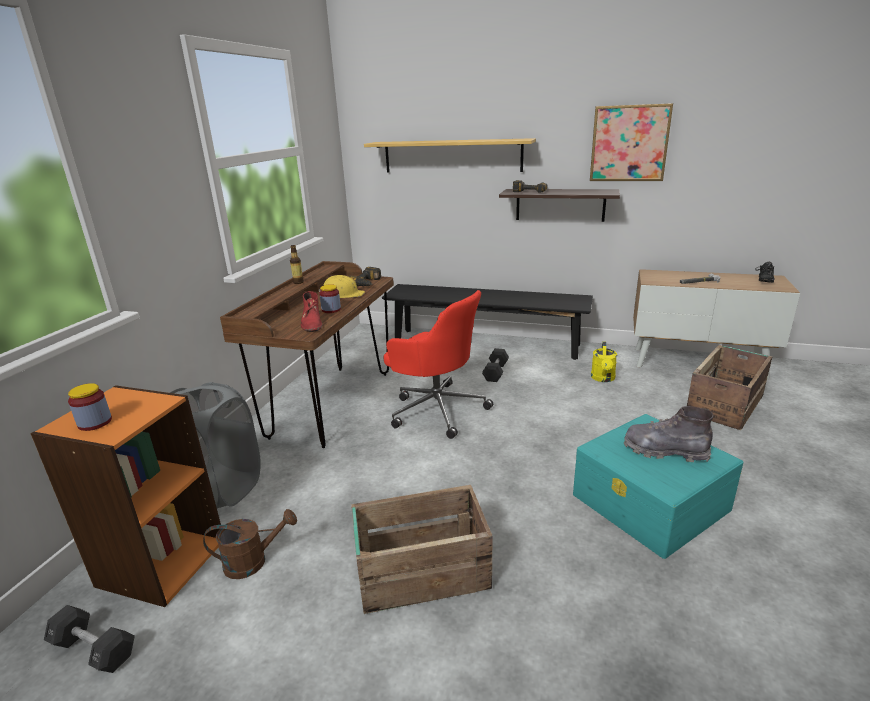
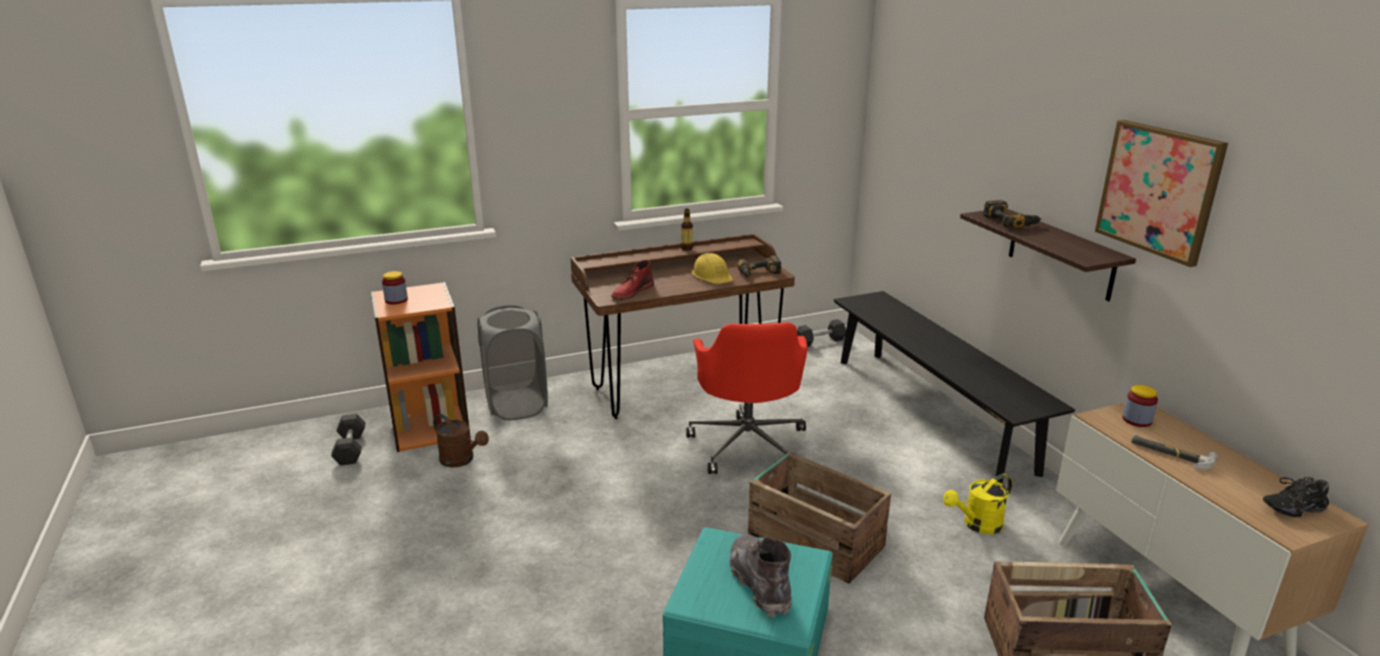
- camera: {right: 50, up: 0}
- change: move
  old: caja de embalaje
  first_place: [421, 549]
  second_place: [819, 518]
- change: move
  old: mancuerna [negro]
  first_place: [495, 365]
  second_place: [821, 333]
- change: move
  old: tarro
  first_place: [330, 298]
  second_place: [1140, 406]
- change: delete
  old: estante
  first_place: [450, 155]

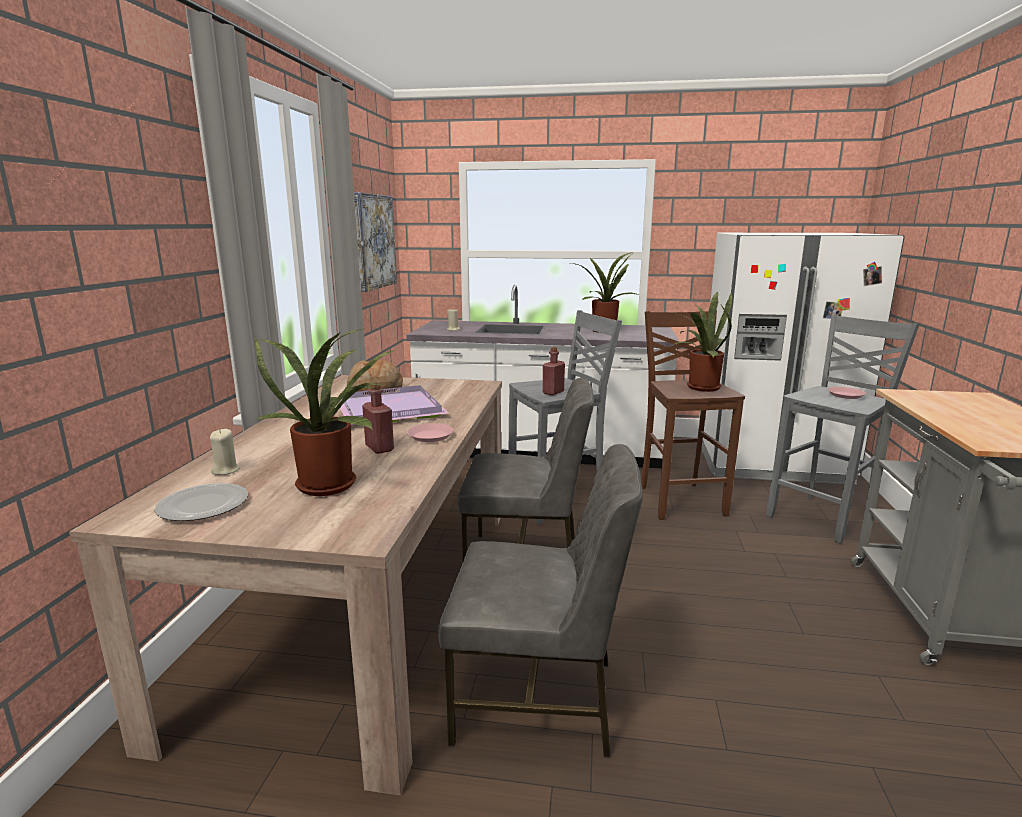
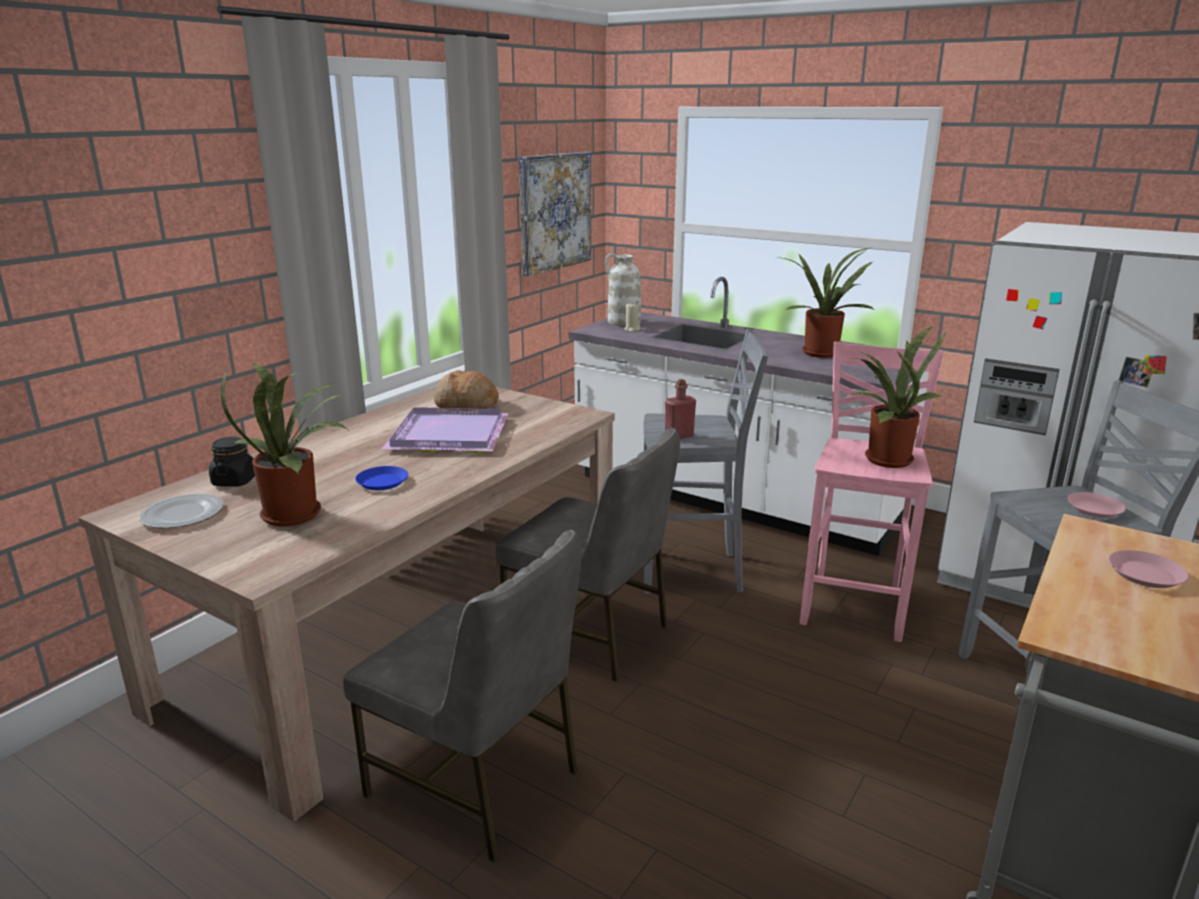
- camera: {right: 25, up: 5}
- change: replace
  old: vela [beis]
  new: tarro [negro]
  first_place: [225, 452]
  second_place: [232, 462]
- change: replace
  old: botella [rojo]
  new: plato [azul]
  first_place: [378, 418]
  second_place: [381, 478]
- change: insert
  new: florero [blanco]
  second_place: [623, 289]
- change: recolor
  old: taburete [marrón]
  new: taburete [rosa]
  first_place: [693, 415]
  second_place: [872, 492]
- change: move
  old: plato [rosa]
  first_place: [430, 432]
  second_place: [1148, 569]

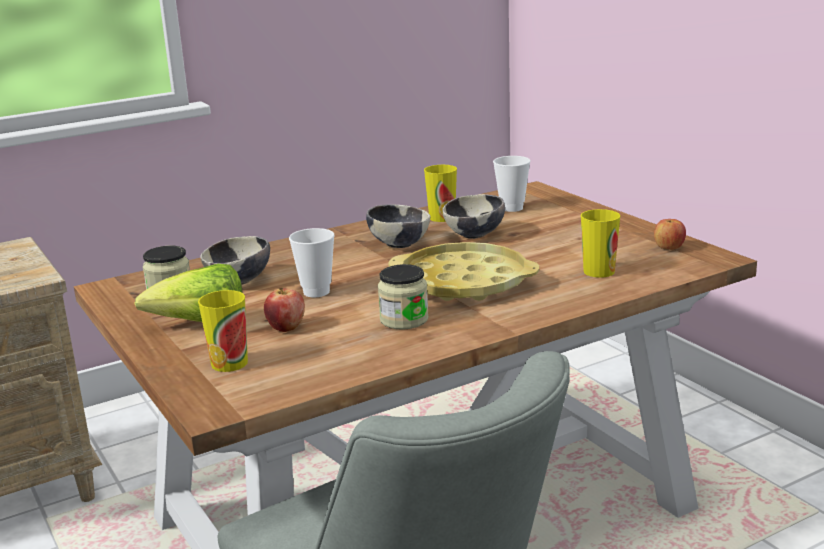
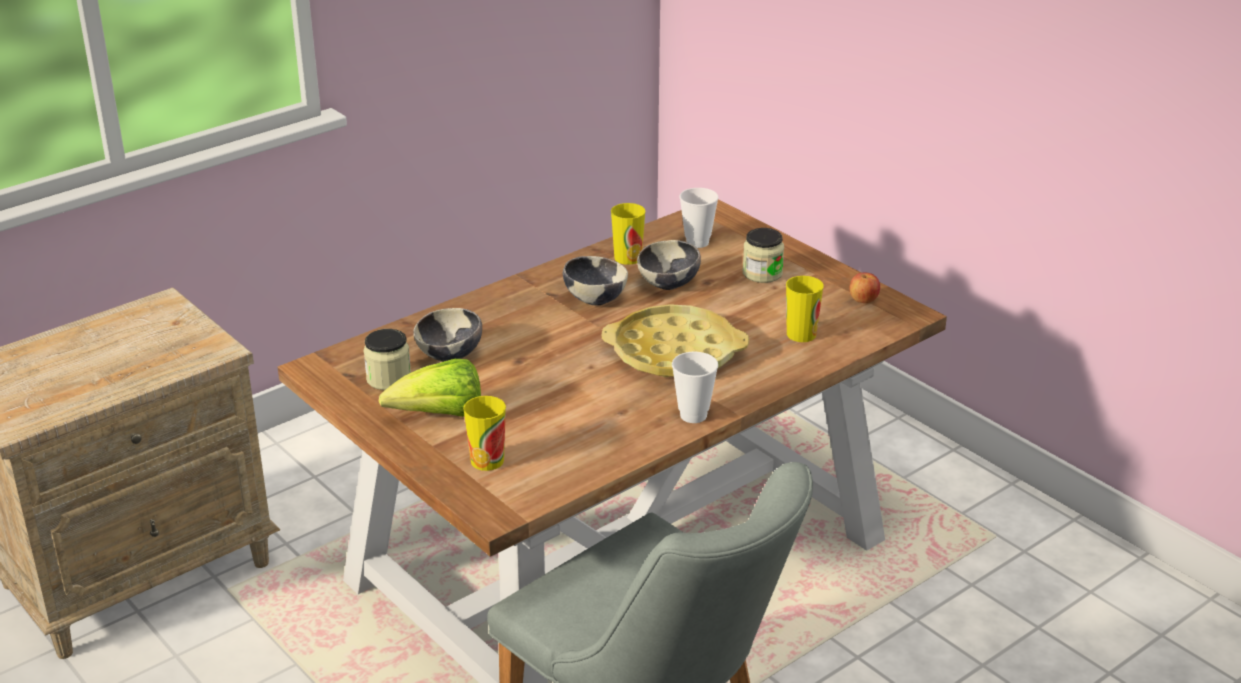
- camera: {right: -10, up: 10}
- change: move
  old: taza
  first_place: [312, 262]
  second_place: [695, 387]
- change: move
  old: tarro
  first_place: [403, 297]
  second_place: [763, 255]
- change: delete
  old: manzana
  first_place: [284, 310]

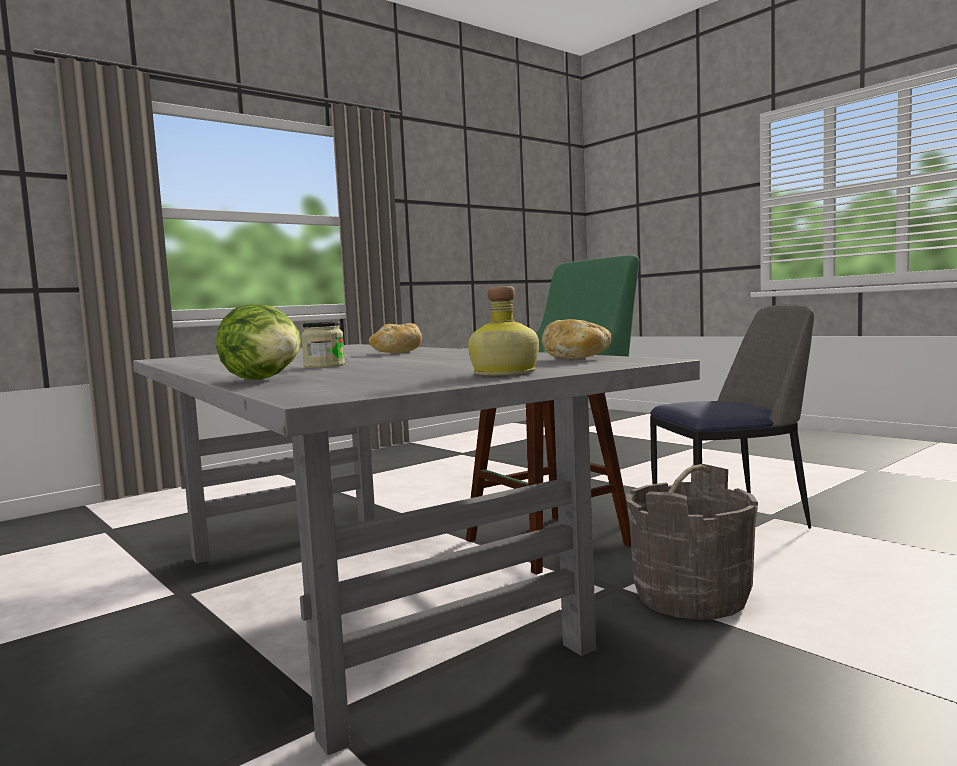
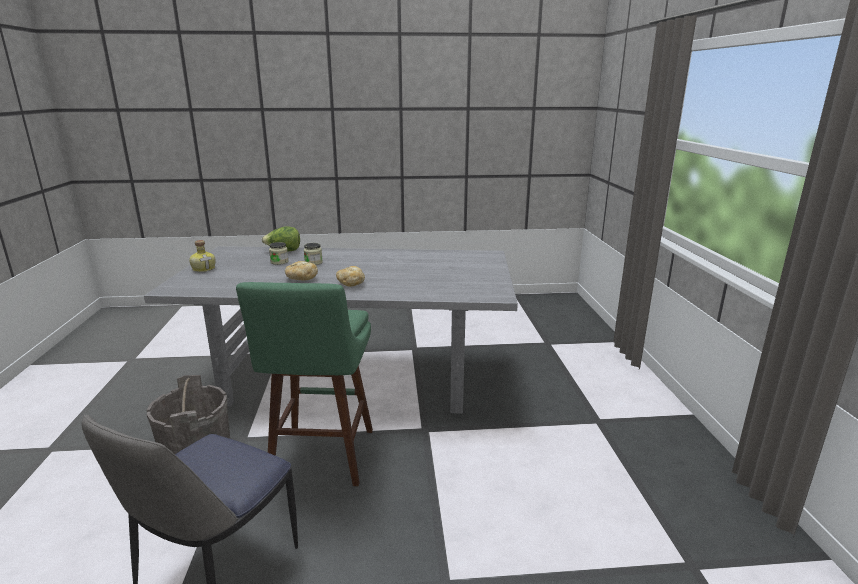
- camera: {right: 125, up: 15}
- change: insert
  new: tarro
  second_place: [279, 253]
- change: move
  old: pan
  first_place: [577, 339]
  second_place: [301, 270]

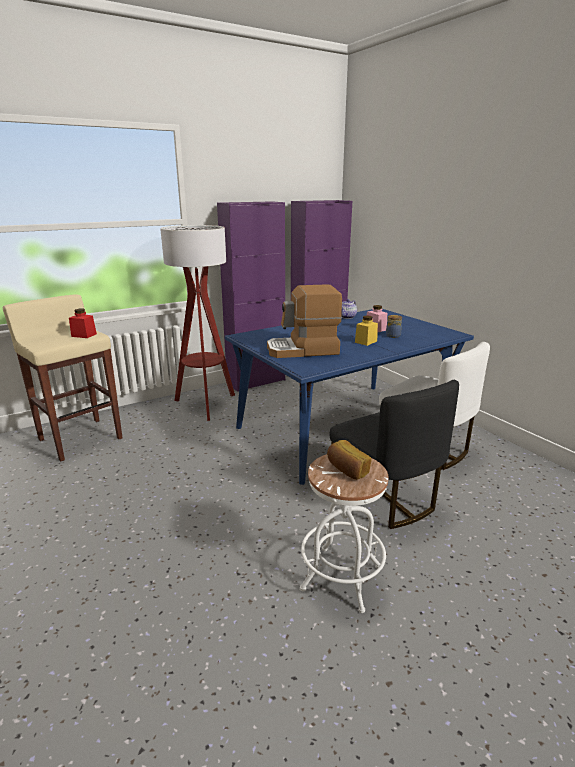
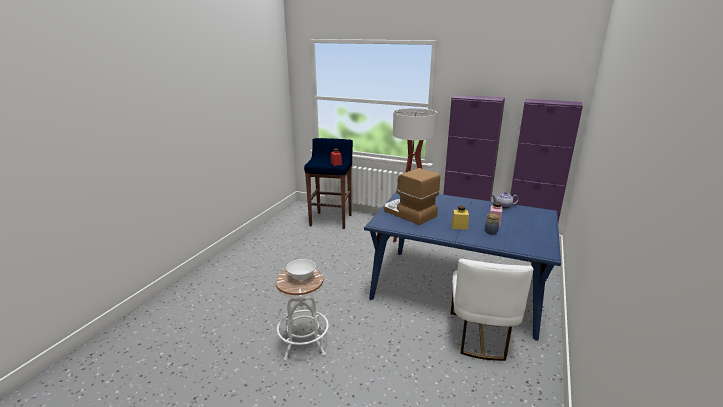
- camera: {right: 55, up: 0}
- change: replace
  old: pan
  new: cuenco [blanco]
  first_place: [349, 460]
  second_place: [301, 270]
- change: recolor
  old: taburete [beis]
  new: taburete [azul]
  first_place: [63, 377]
  second_place: [328, 183]
- change: delete
  old: silla [negro]
  first_place: [394, 454]

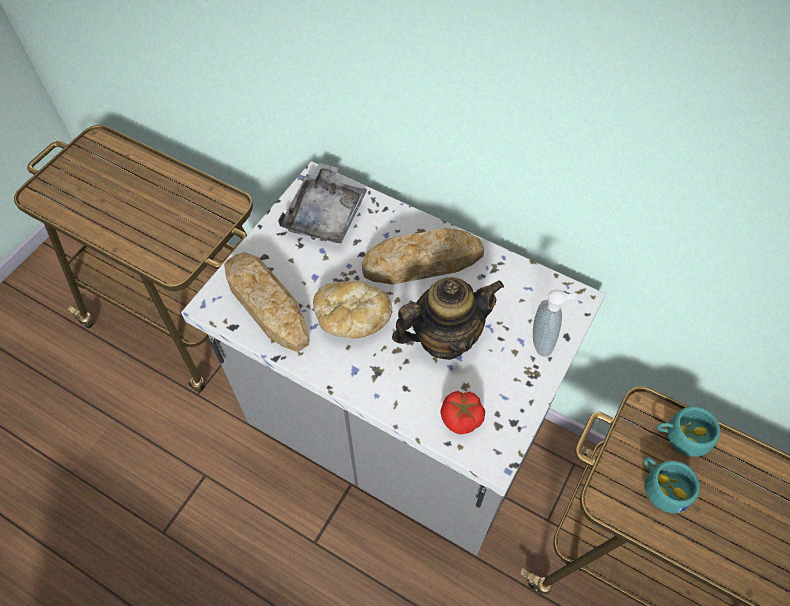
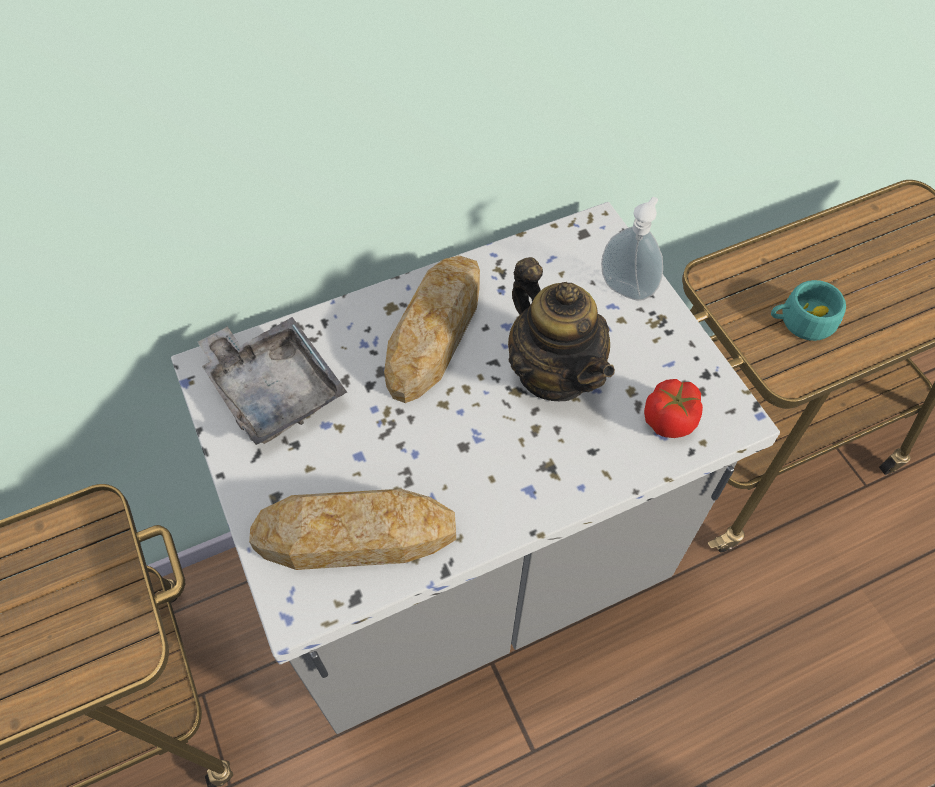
- camera: {right: -55, up: 0}
- change: rotate
  old: tetera
  first_place: [448, 318]
  second_place: [561, 329]
  degrees: 135
- change: delete
  old: pan
  first_place: [352, 309]
- change: delete
  old: taza [turquesa]
  first_place: [689, 431]

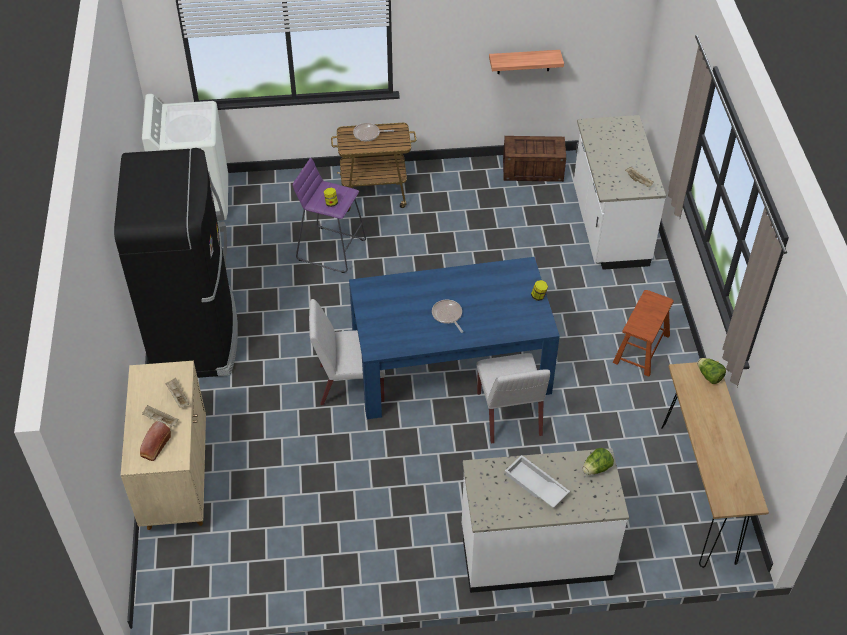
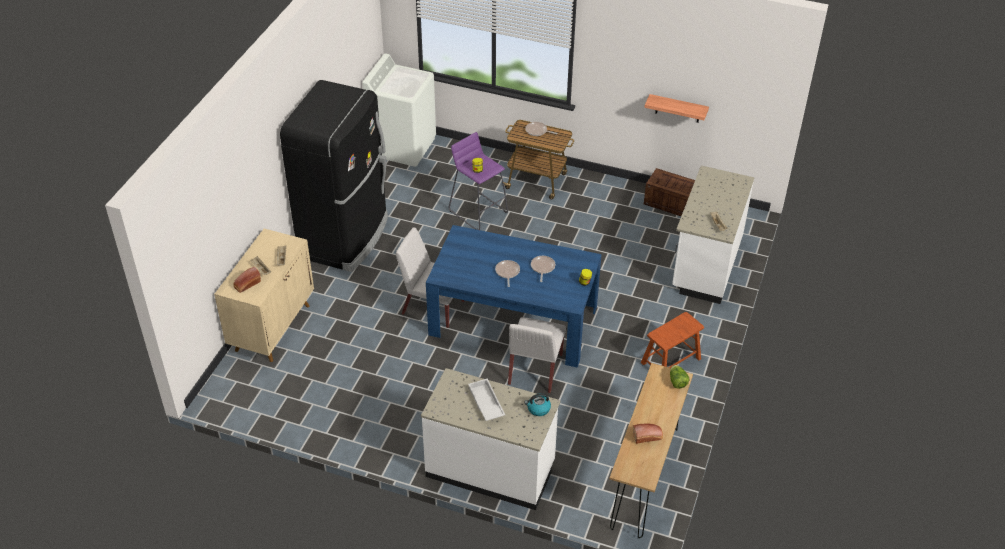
- camera: {right: 25, up: -5}
- change: replace
  old: lechuga
  new: hervidor
  first_place: [598, 461]
  second_place: [537, 404]
- change: insert
  new: sartén
  second_place: [543, 269]
- change: insert
  new: pan
  second_place: [648, 433]

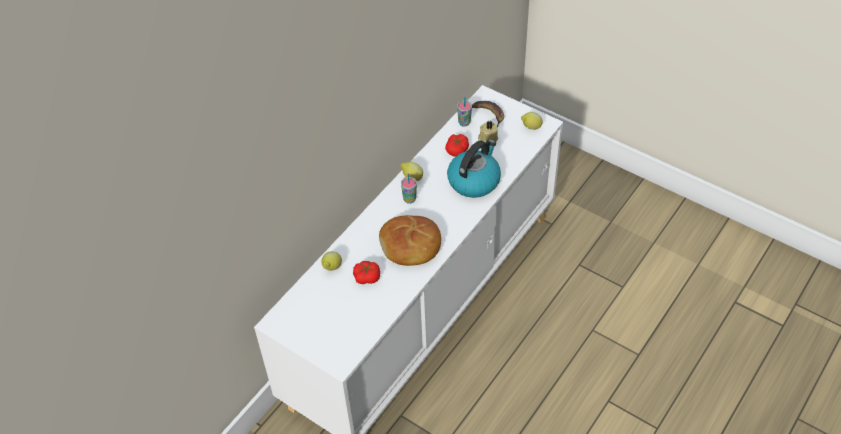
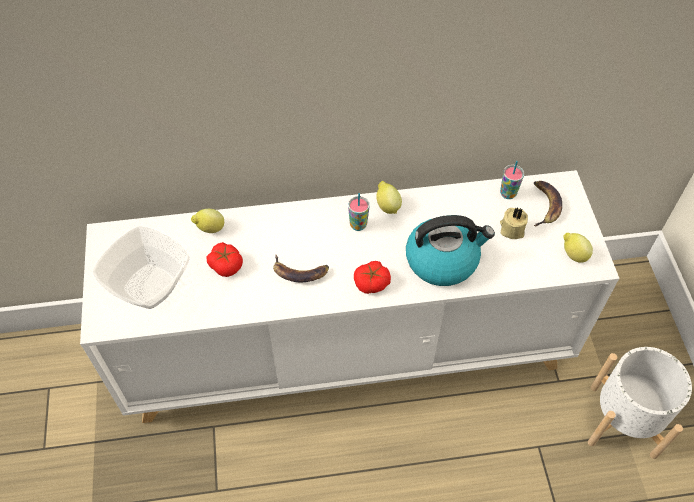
- camera: {right: 45, up: 5}
- change: insert
  new: cuenco
  second_place: [141, 267]
- change: replace
  old: pan
  new: plátano
  first_place: [410, 240]
  second_place: [301, 268]
- change: move
  old: tomate
  first_place: [457, 145]
  second_place: [372, 277]
- change: insert
  new: maceta [blanco]
  second_place: [640, 403]

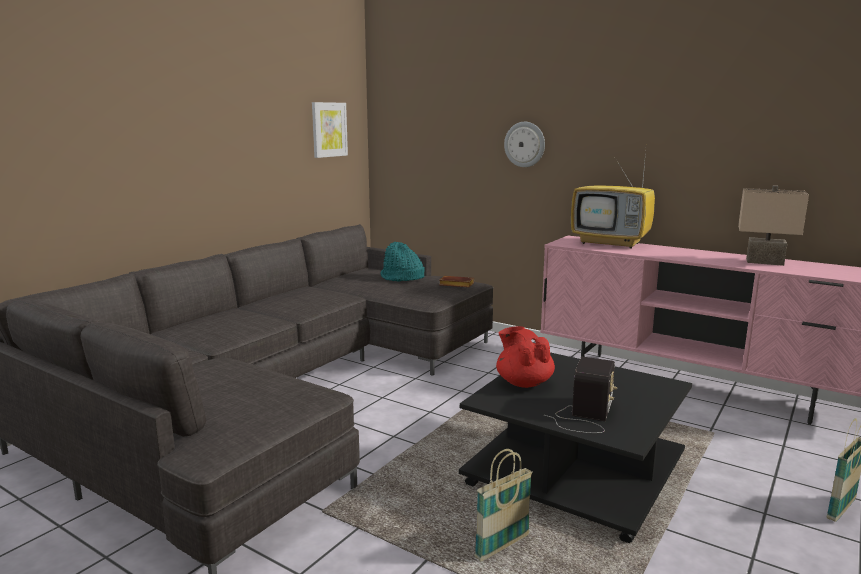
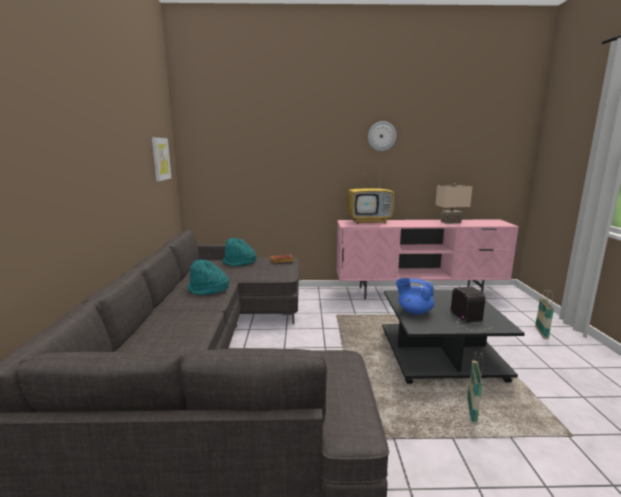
- camera: {right: -35, up: 0}
- change: insert
  new: sombrero [turquesa]
  second_place: [208, 277]
- change: move
  old: reloj de pared
  first_place: [524, 144]
  second_place: [382, 136]
- change: recolor
  old: tetera [rojo]
  new: tetera [azul]
  first_place: [525, 357]
  second_place: [415, 296]

